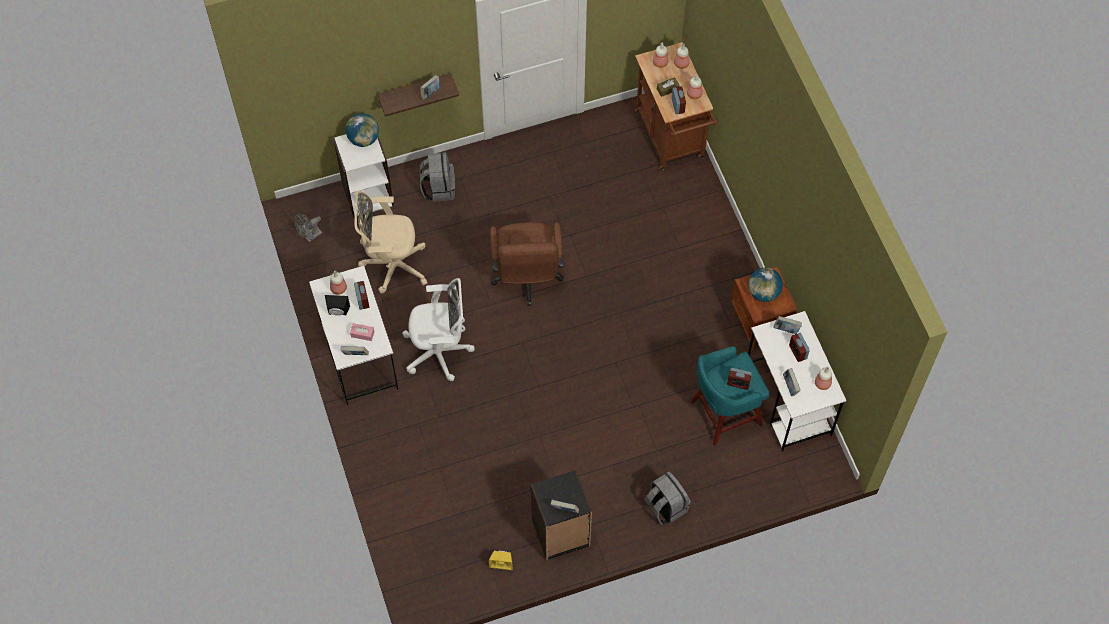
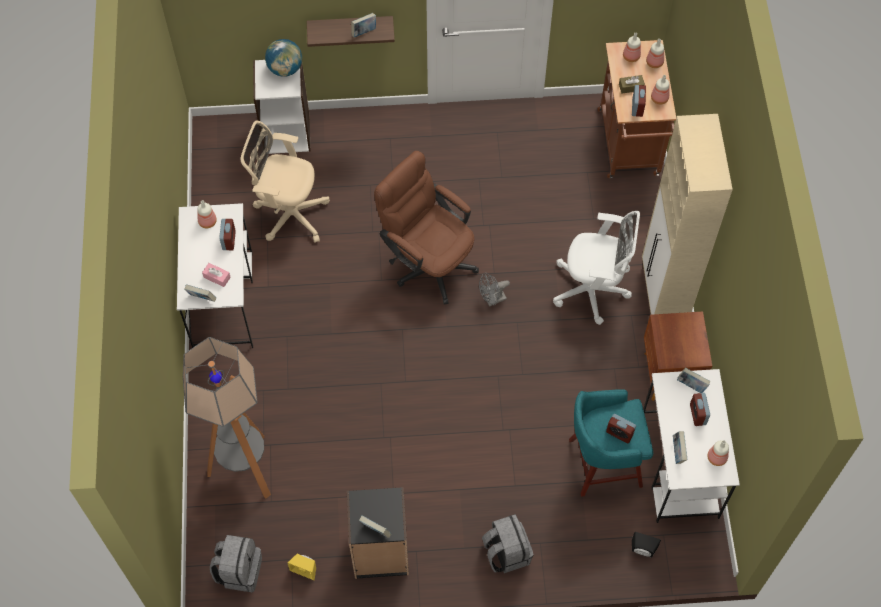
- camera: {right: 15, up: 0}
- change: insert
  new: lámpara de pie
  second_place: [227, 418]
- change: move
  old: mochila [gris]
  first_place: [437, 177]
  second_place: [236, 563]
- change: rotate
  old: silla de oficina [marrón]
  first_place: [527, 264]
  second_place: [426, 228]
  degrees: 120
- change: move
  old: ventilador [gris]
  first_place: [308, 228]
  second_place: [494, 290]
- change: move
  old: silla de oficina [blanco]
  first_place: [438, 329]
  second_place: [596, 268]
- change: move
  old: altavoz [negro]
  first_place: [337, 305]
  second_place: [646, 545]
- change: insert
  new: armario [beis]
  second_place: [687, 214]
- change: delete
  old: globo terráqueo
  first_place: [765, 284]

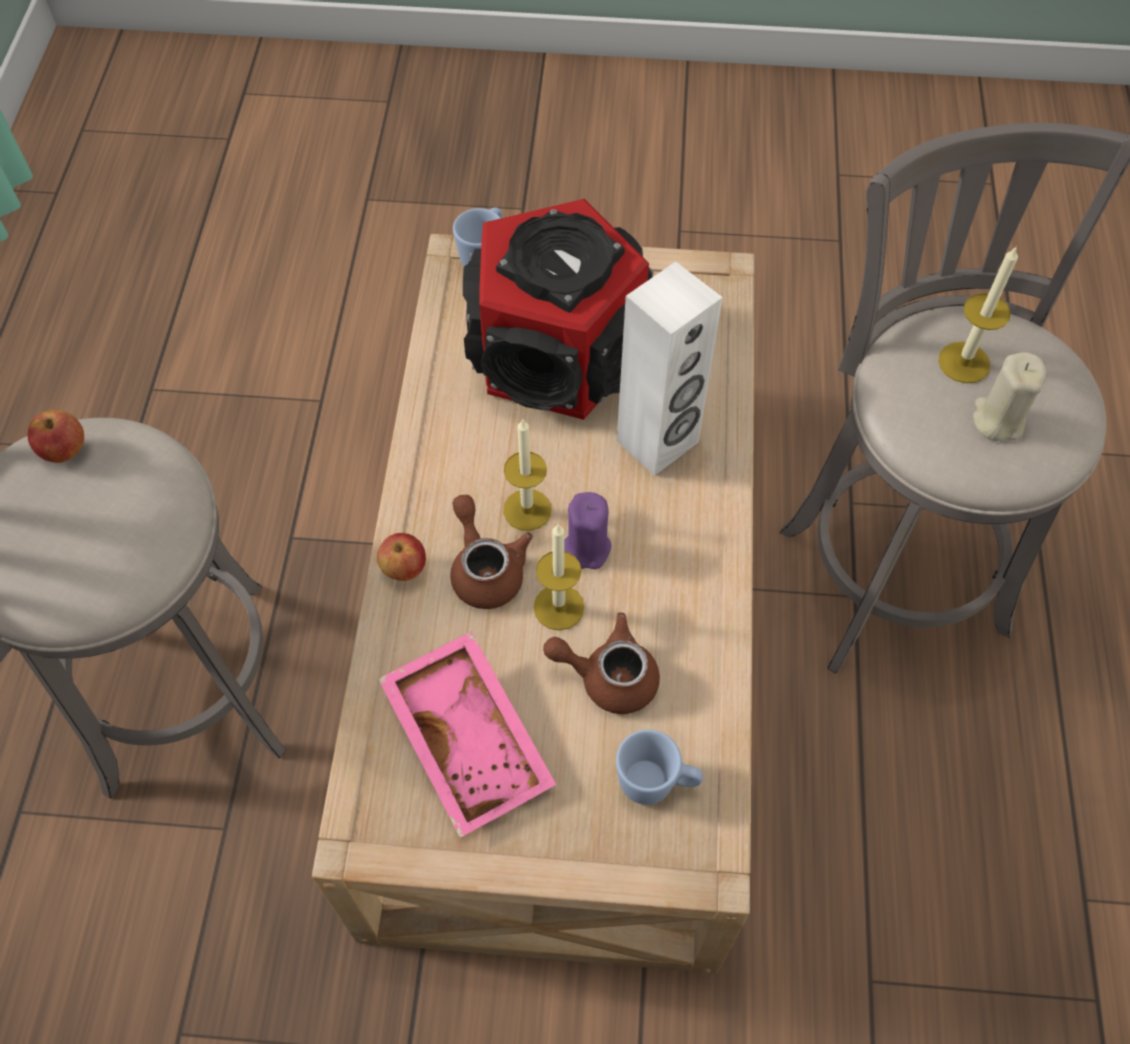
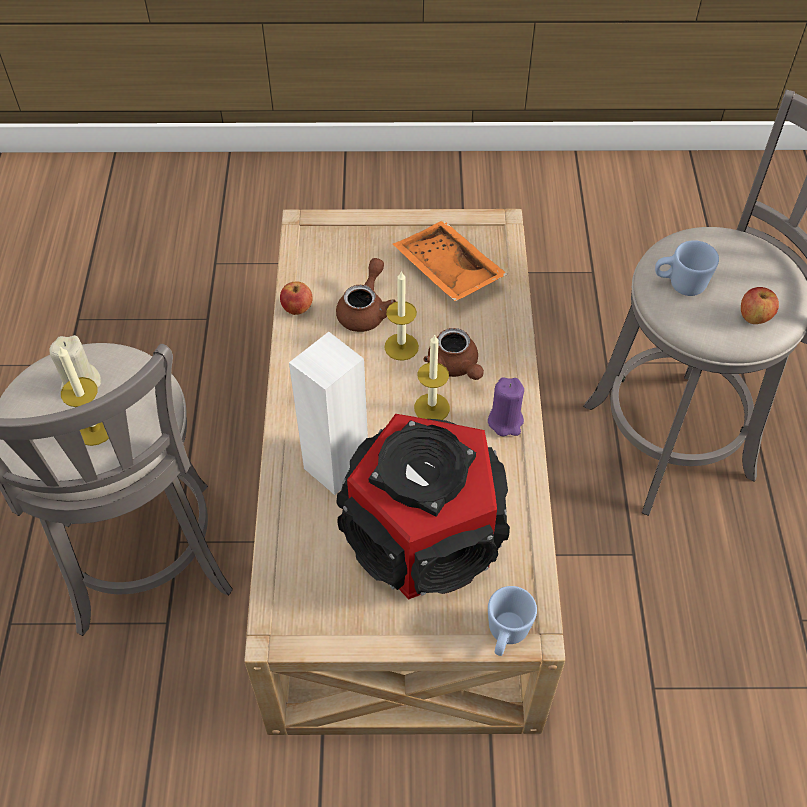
- camera: {right: 175, up: -5}
- change: move
  old: manzana
  first_place: [401, 557]
  second_place: [296, 298]
- change: rotate
  old: tetera [marrón]
  first_place: [601, 663]
  second_place: [366, 295]
  degrees: -75
- change: recolor
  old: bandeja [rosa]
  new: bandeja [naranja]
  first_place: [467, 735]
  second_place: [450, 261]
- change: move
  old: vela [morado]
  first_place: [587, 530]
  second_place: [506, 406]
- change: move
  old: taza grande [azul]
  first_place: [659, 767]
  second_place: [687, 268]

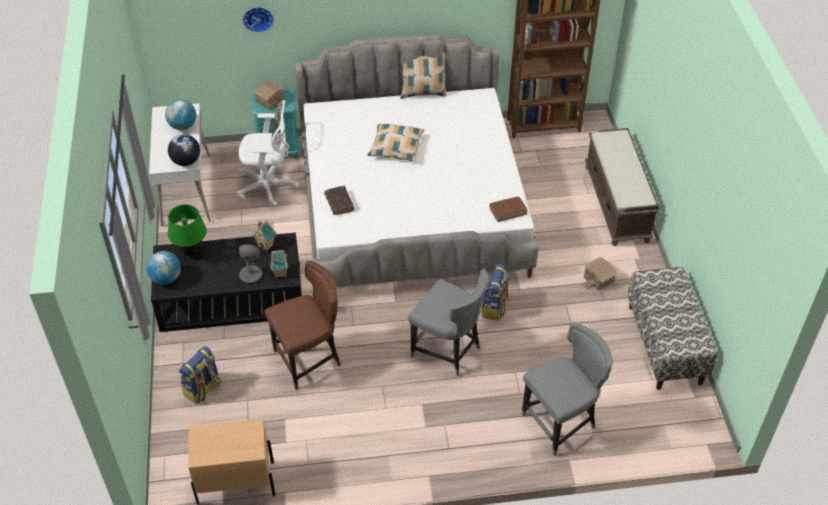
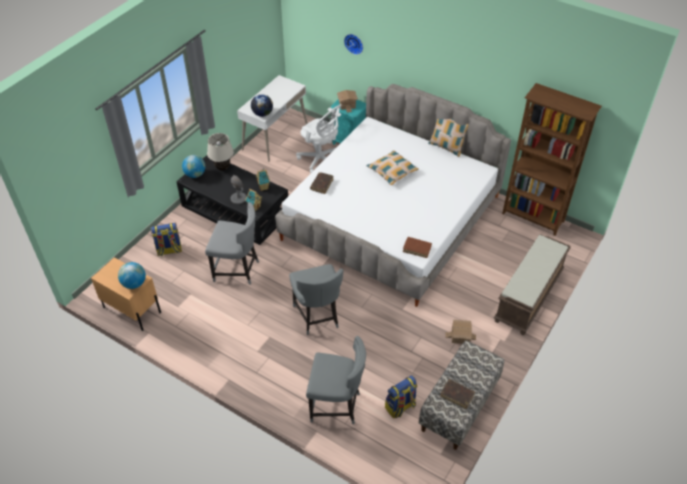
- camera: {right: 40, up: 0}
- change: move
  old: globo terráqueo
  first_place: [180, 114]
  second_place: [132, 275]
- change: recolor
  old: silla [marrón]
  new: silla [gris]
  first_place: [303, 325]
  second_place: [232, 243]
- change: recolor
  old: lámpara de mesa [verde]
  new: lámpara de mesa [beis]
  first_place: [187, 230]
  second_place: [220, 152]
- change: move
  old: mochila
  first_place: [495, 292]
  second_place: [401, 396]
- change: insert
  new: libro [marrón]
  second_place: [457, 394]

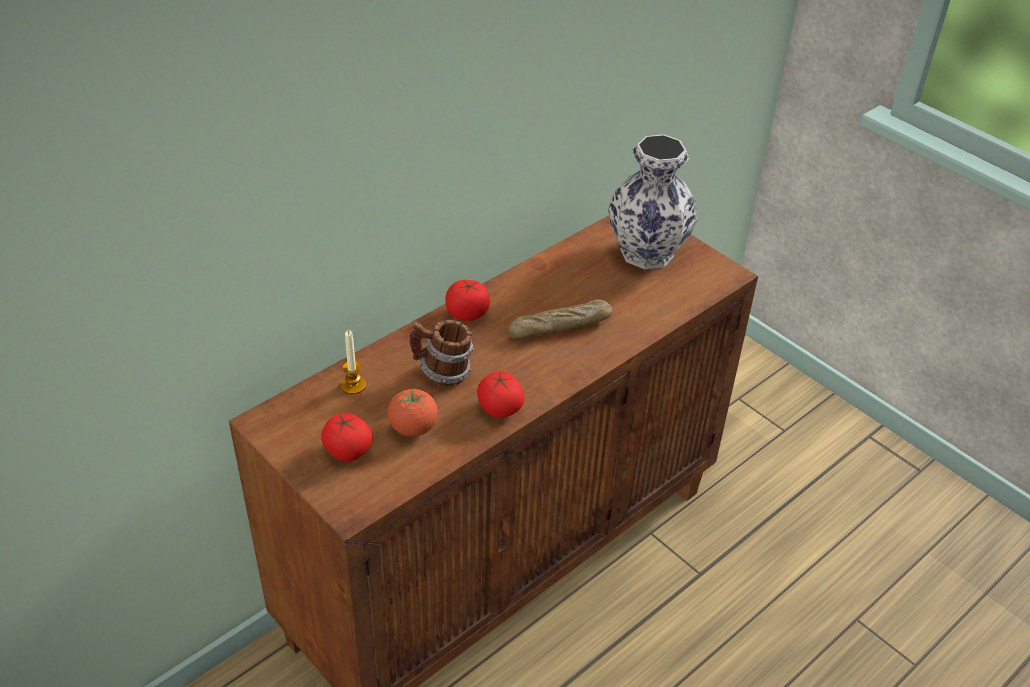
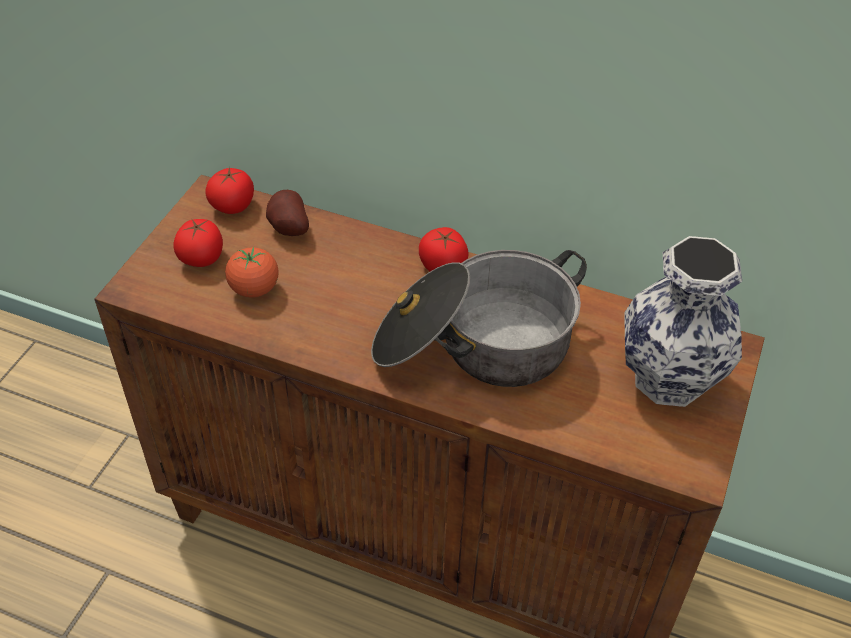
- camera: {right: 65, up: 5}
- change: move
  old: tomate
  first_place: [500, 394]
  second_place: [229, 190]
- change: replace
  old: vela
  new: patata
  first_place: [353, 362]
  second_place: [287, 213]
- change: replace
  old: pan
  new: olla
  first_place: [560, 319]
  second_place: [479, 318]
- change: delete
  old: taza grande
  first_place: [442, 353]

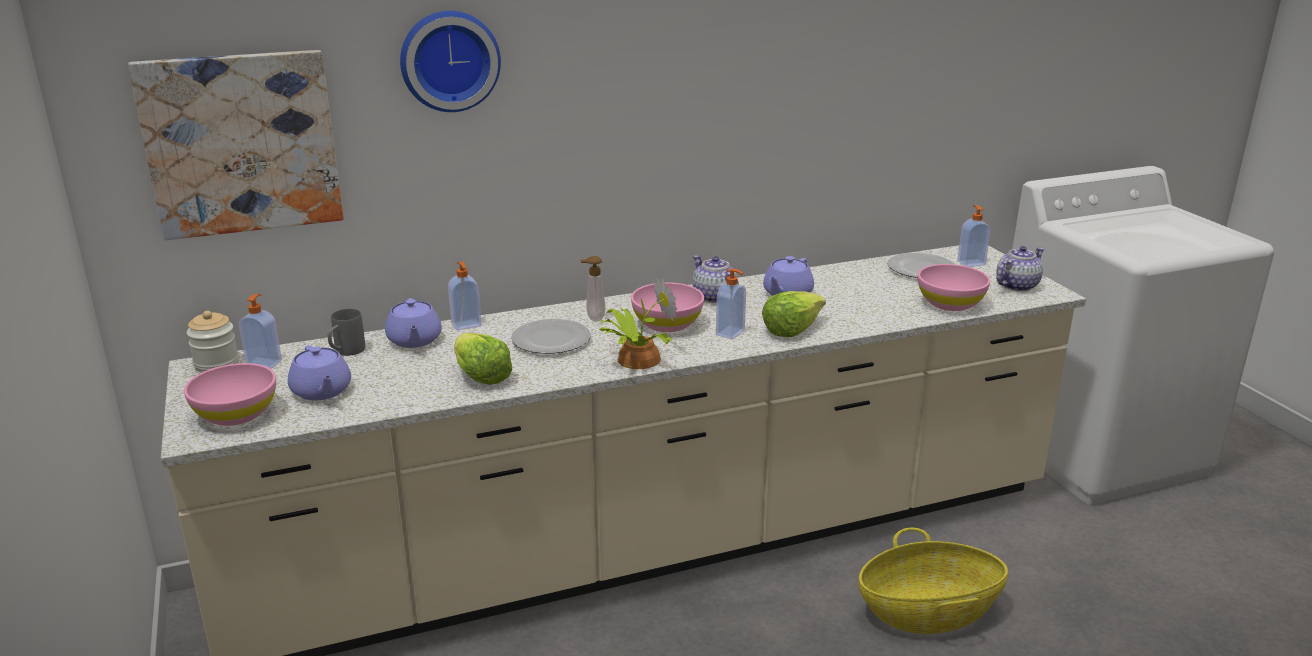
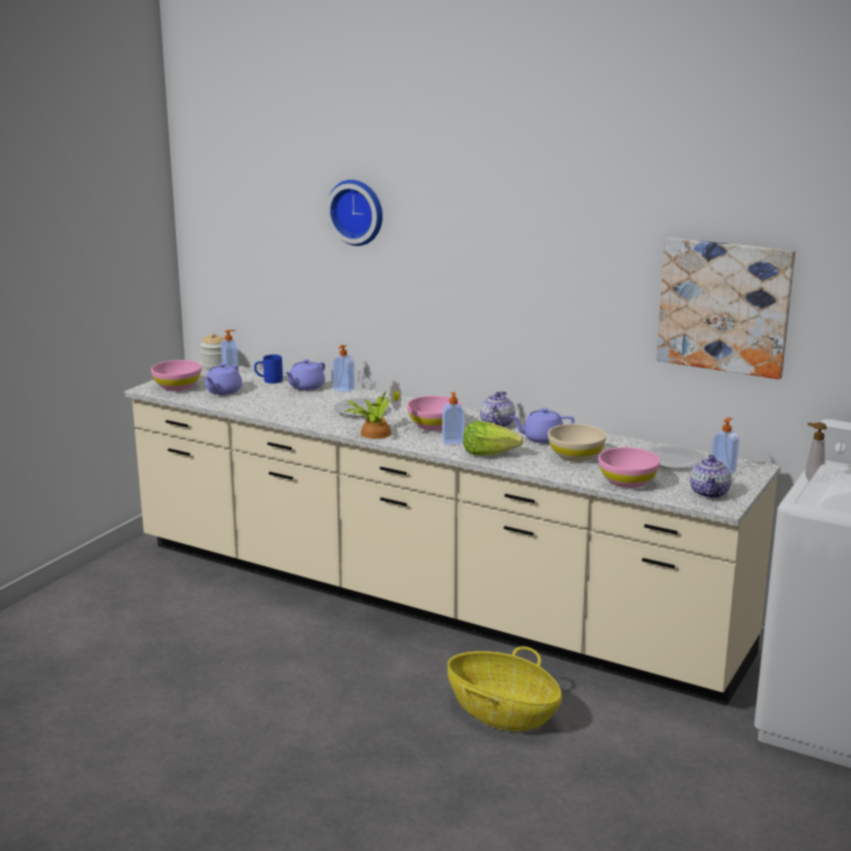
- camera: {right: 50, up: -5}
- change: recolor
  old: taza grande [gris]
  new: taza grande [azul]
  first_place: [346, 332]
  second_place: [268, 369]
- change: insert
  new: cuenco [beis]
  second_place: [577, 443]
- change: move
  old: cuadro
  first_place: [236, 145]
  second_place: [725, 308]
- change: rotate
  old: tetera
  first_place: [1020, 269]
  second_place: [711, 476]
  degrees: 90
- change: move
  old: dispensador de jabón
  first_place: [592, 289]
  second_place: [816, 451]
- change: delete
  old: lechuga
  first_place: [483, 359]

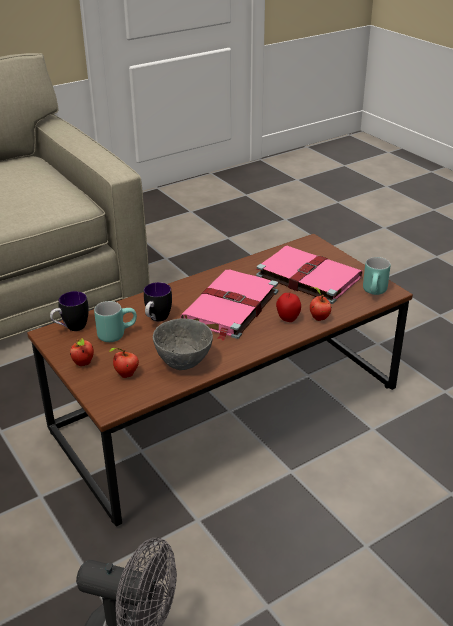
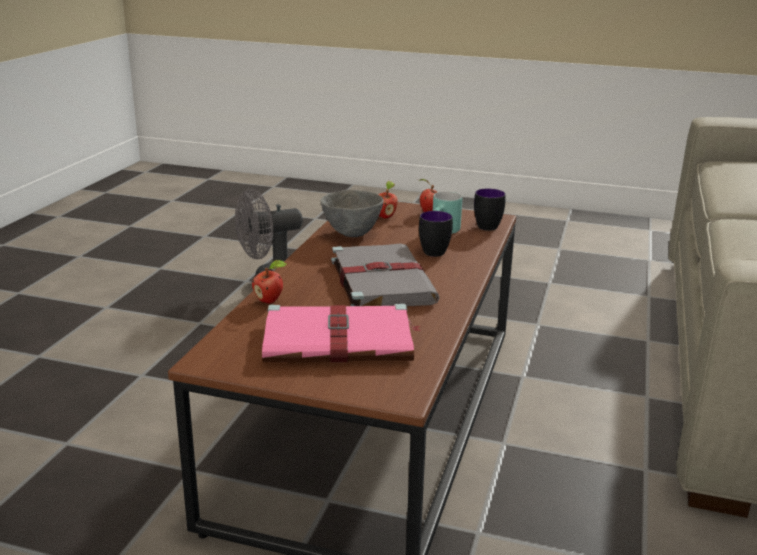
- camera: {right: 140, up: -10}
- change: recolor
  old: libro [rosa]
  new: libro [gris]
  first_place: [229, 305]
  second_place: [385, 275]
- change: delete
  old: manzana
  first_place: [288, 307]
- change: delete
  old: taza grande [turquesa]
  first_place: [376, 276]

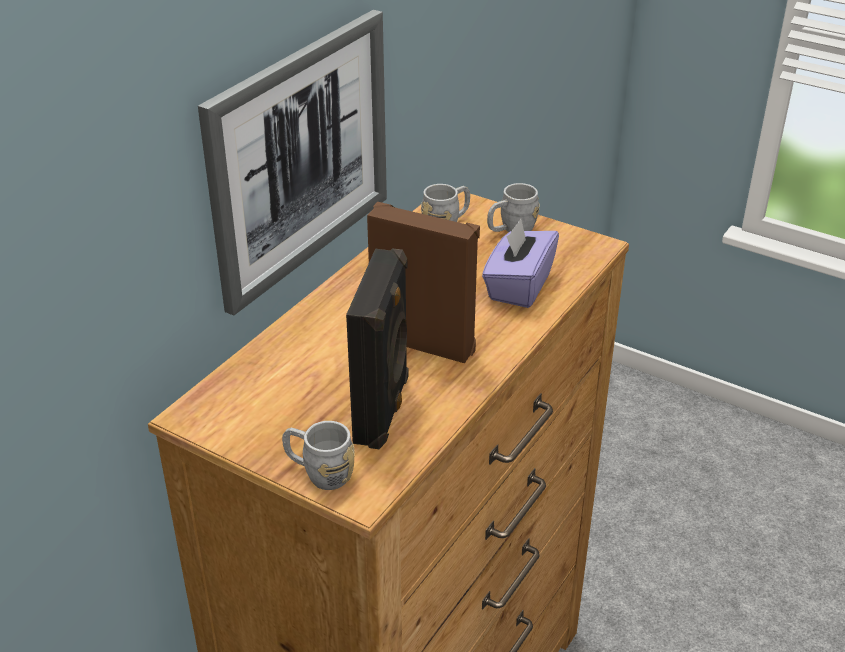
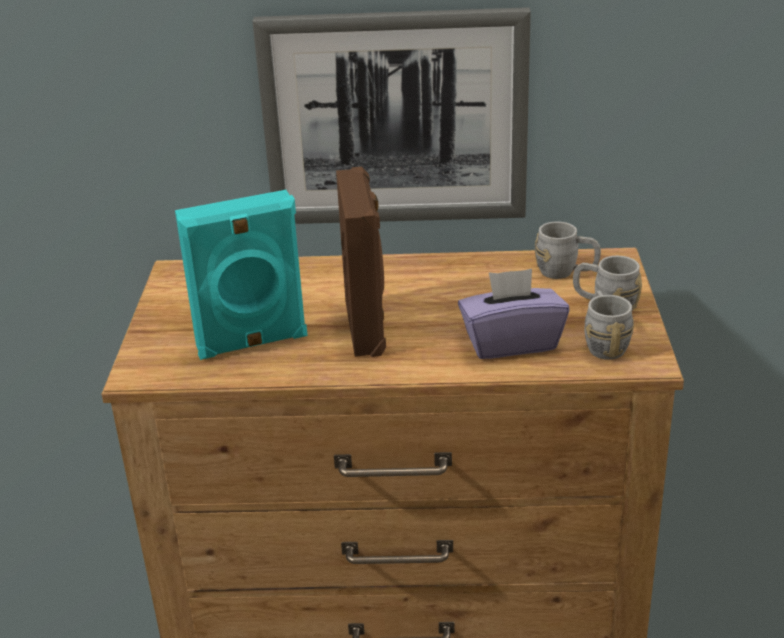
- camera: {right: 60, up: -5}
- change: recolor
  old: altavoz [negro]
  new: altavoz [turquesa]
  first_place: [377, 348]
  second_place: [241, 275]
- change: move
  old: taza grande [gris]
  first_place: [318, 455]
  second_place: [609, 325]

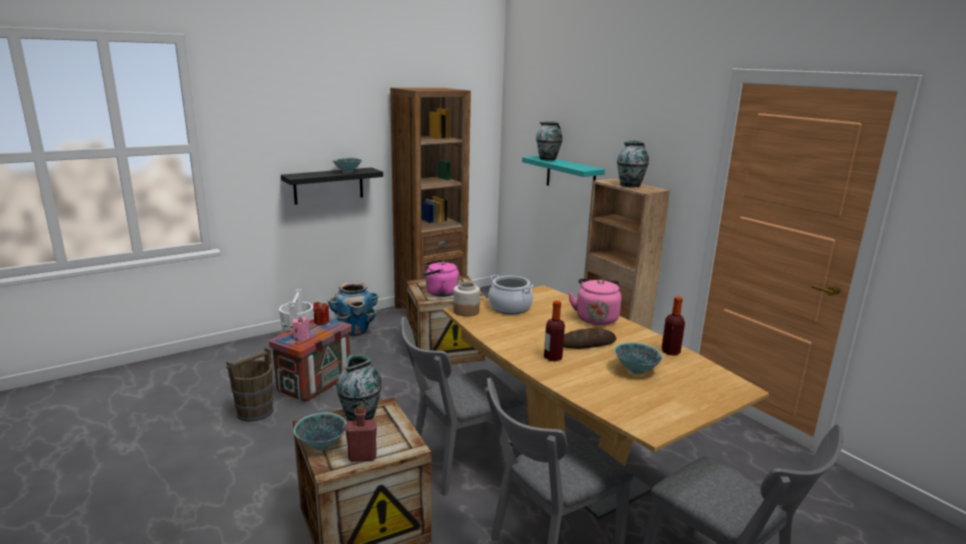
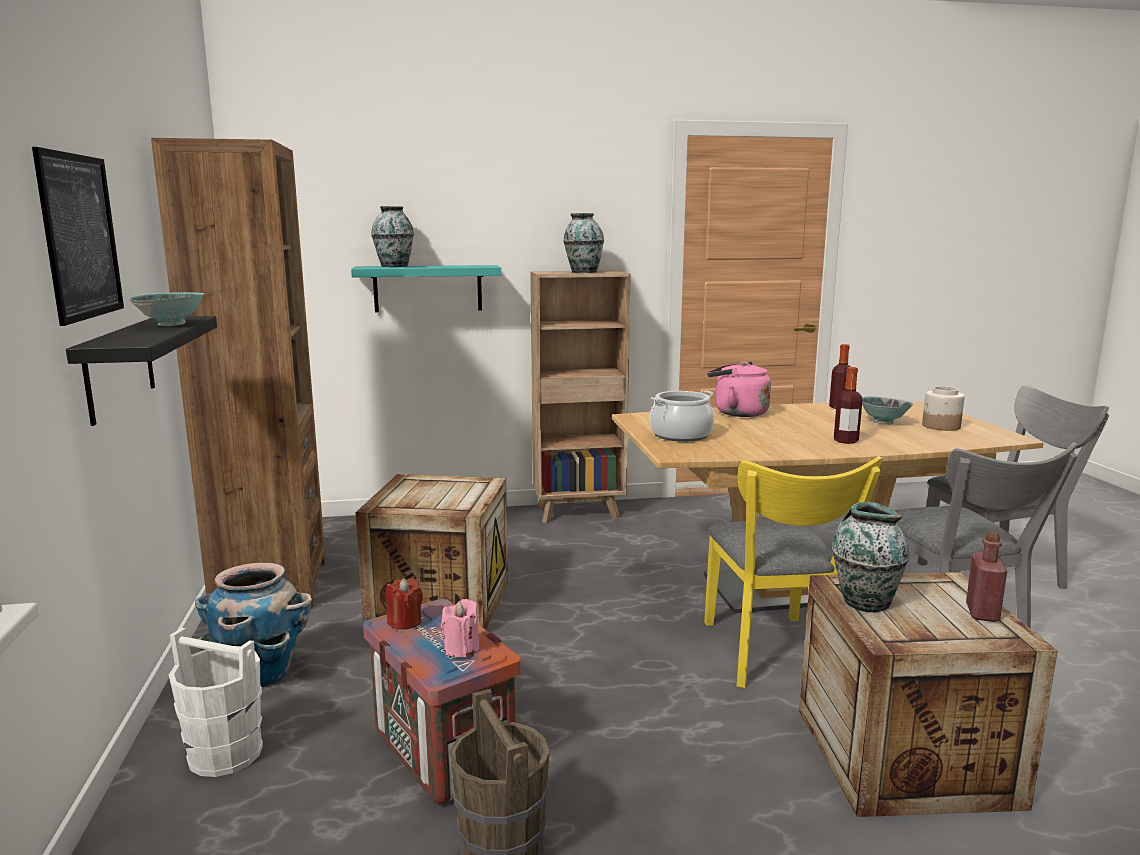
- camera: {right: -65, up: -5}
- change: insert
  new: cuadro
  second_place: [78, 236]
- change: recolor
  old: silla [gris]
  new: silla [amarillo]
  first_place: [462, 406]
  second_place: [793, 572]
- change: move
  old: tarro
  first_place: [466, 299]
  second_place: [943, 408]
- change: delete
  old: cuenco
  first_place: [320, 432]
- change: delete
  old: hervidor [rosa]
  first_place: [441, 278]
- change: delete
  old: pan
  first_place: [589, 338]

